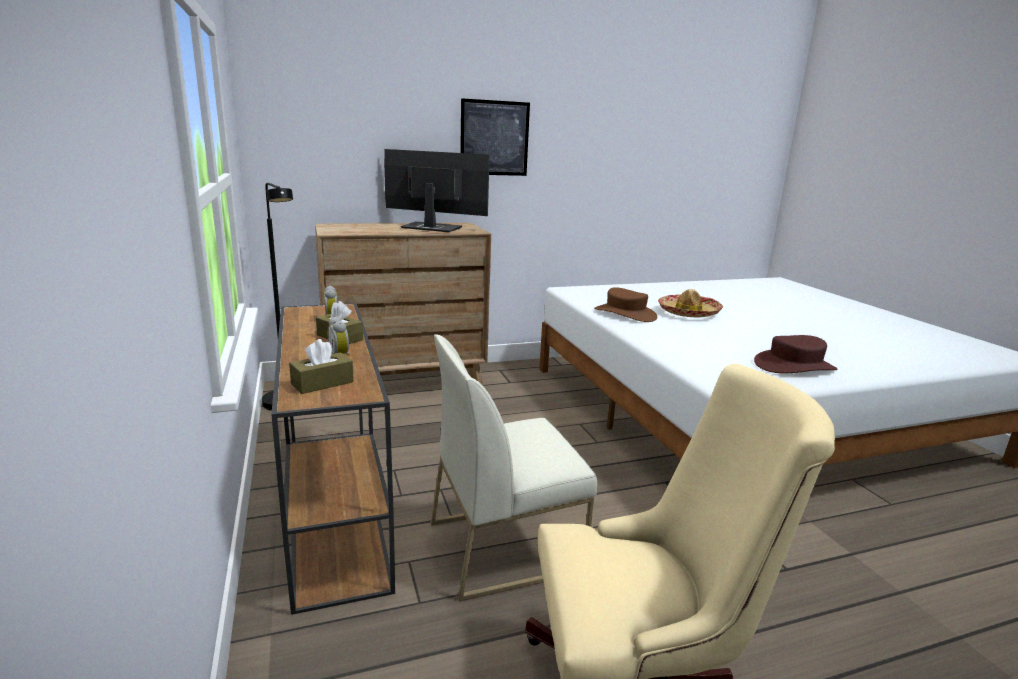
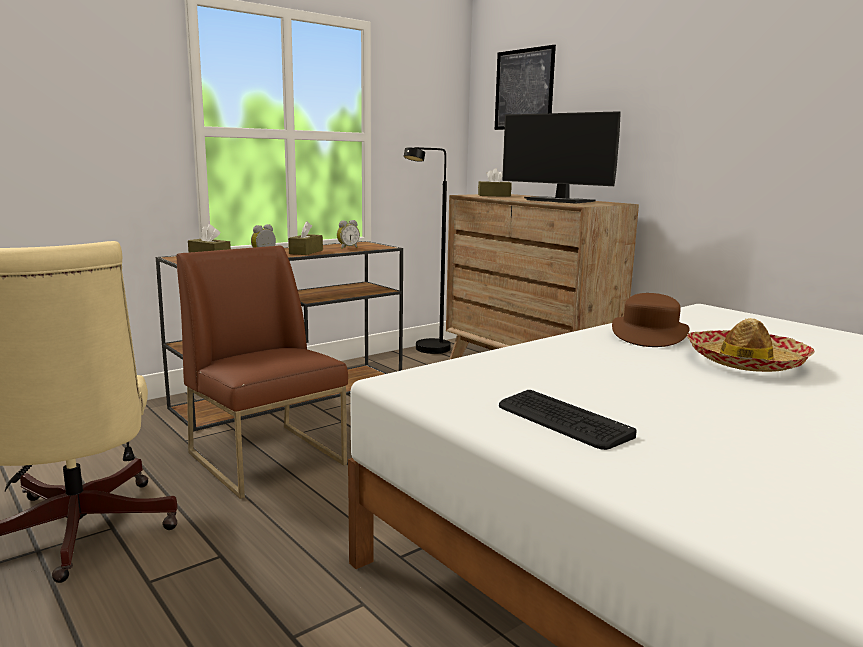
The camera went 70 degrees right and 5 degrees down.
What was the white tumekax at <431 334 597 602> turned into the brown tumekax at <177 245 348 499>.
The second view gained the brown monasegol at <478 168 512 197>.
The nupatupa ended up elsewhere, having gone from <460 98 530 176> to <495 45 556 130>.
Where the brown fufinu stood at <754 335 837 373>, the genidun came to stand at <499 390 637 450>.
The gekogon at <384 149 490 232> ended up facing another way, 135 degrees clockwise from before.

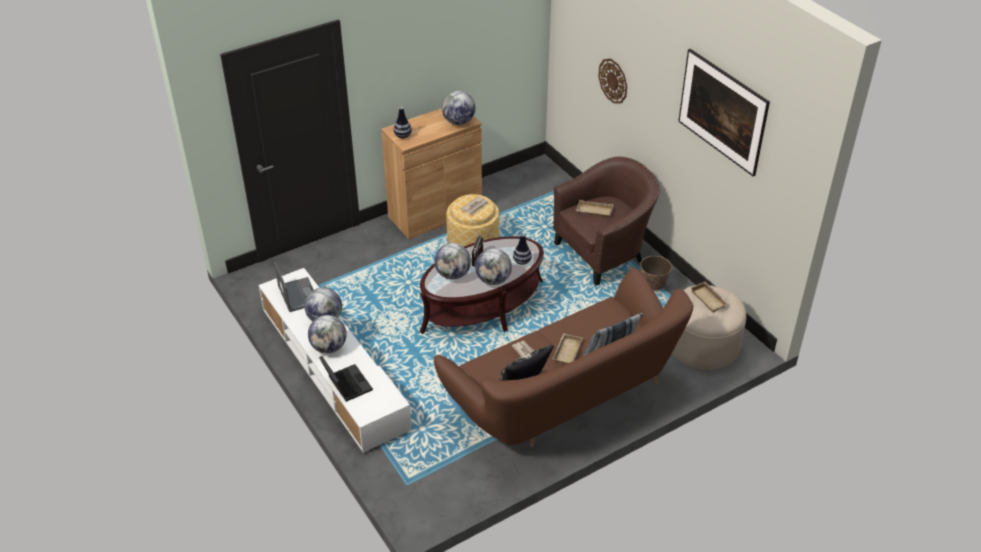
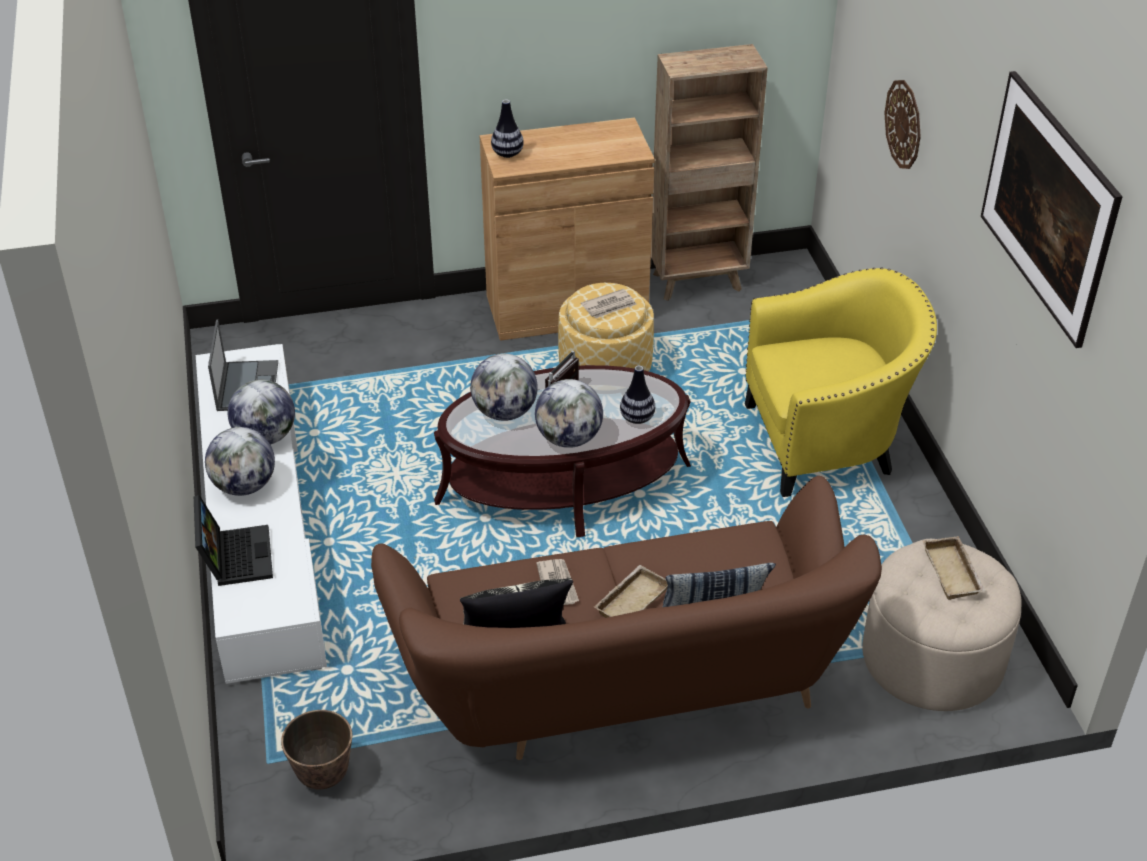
The camera went 20 degrees right and 0 degrees up.
The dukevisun ended up elsewhere, having gone from <640 256 672 291> to <281 710 352 790>.
The second view gained the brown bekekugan at <651 44 768 301>.
What was the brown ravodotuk at <553 156 659 286> turned into the yellow ravodotuk at <745 268 937 497>.
The second view lost the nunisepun at <442 91 475 125>.
The second view lost the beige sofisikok at <576 200 613 218>.

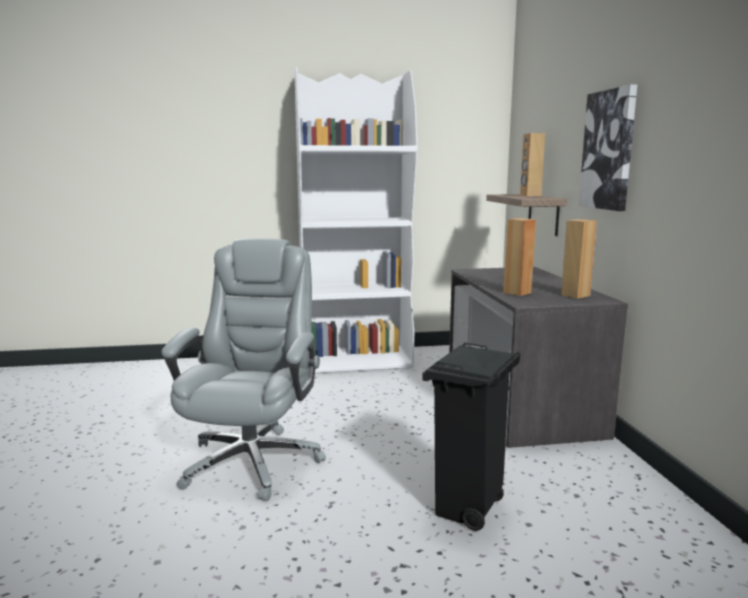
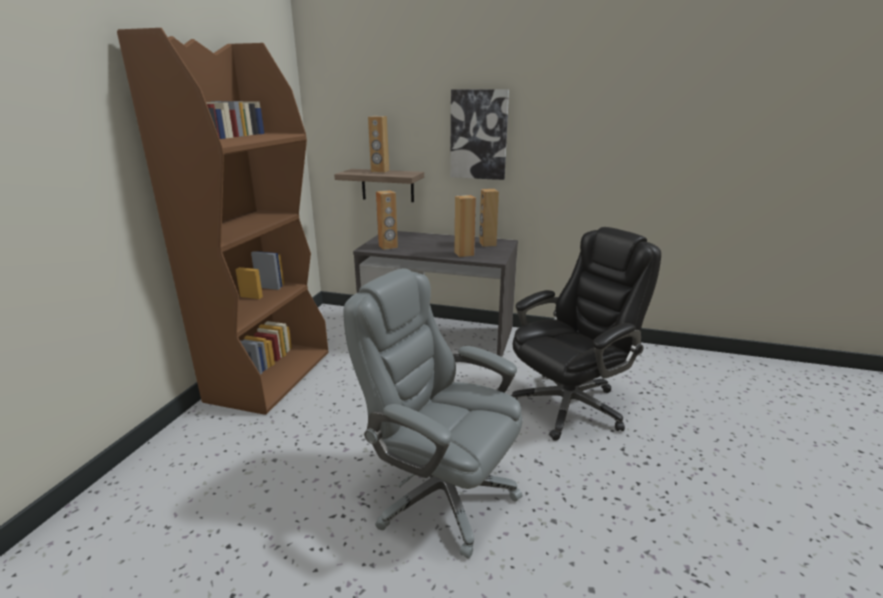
The camera went 65 degrees left and 10 degrees up.
What was the white bekekugan at <295 67 418 373> turned into the brown bekekugan at <117 28 329 415>.
The second view gained the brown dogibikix at <376 190 398 250>.
Where the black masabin stood at <423 342 521 531>, the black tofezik came to stand at <510 227 661 441>.

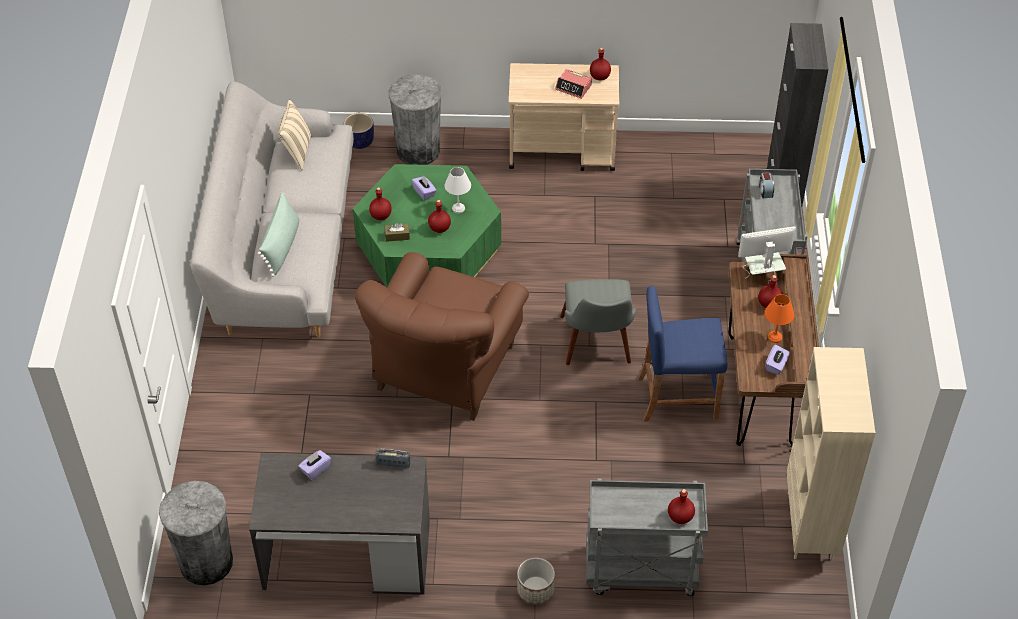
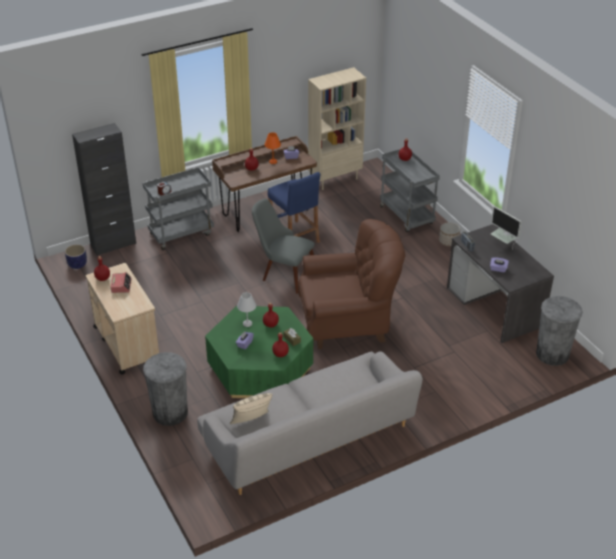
The camera went 120 degrees left and 10 degrees down.
The dukevisun ended up elsewhere, having gone from <344 113 374 149> to <65 244 87 269>.
The grey tumekax at <560 279 636 365> ended up facing another way, 120 degrees counterclockwise from before.
The gekogon ended up elsewhere, having gone from <738 226 796 284> to <491 206 521 250>.
The second view lost the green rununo at <258 192 299 277>.

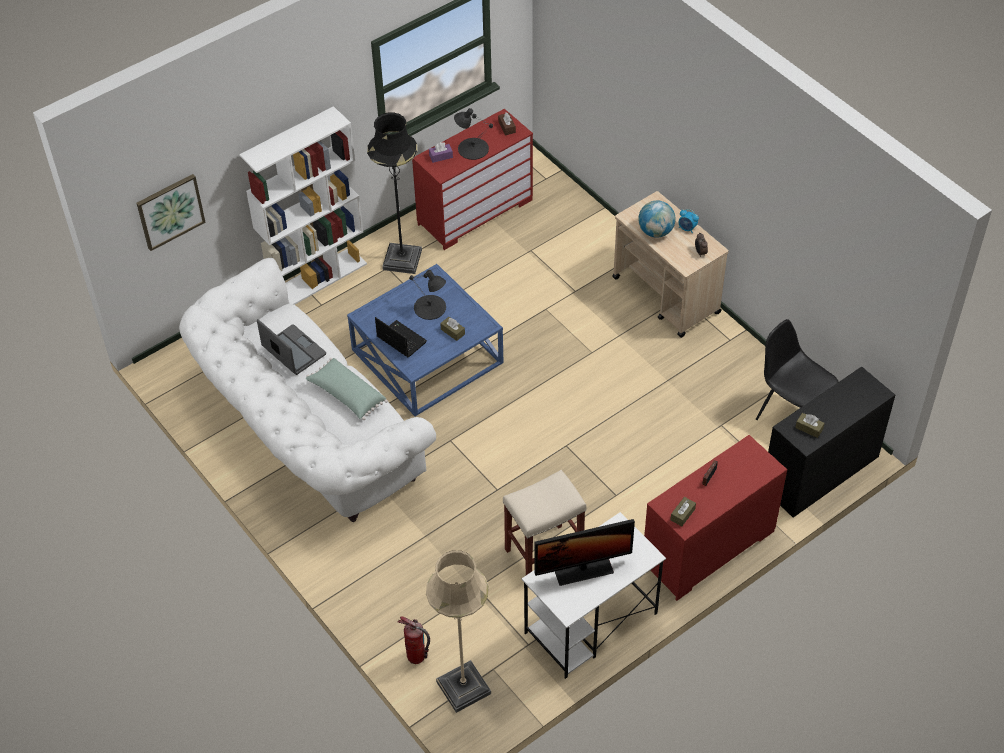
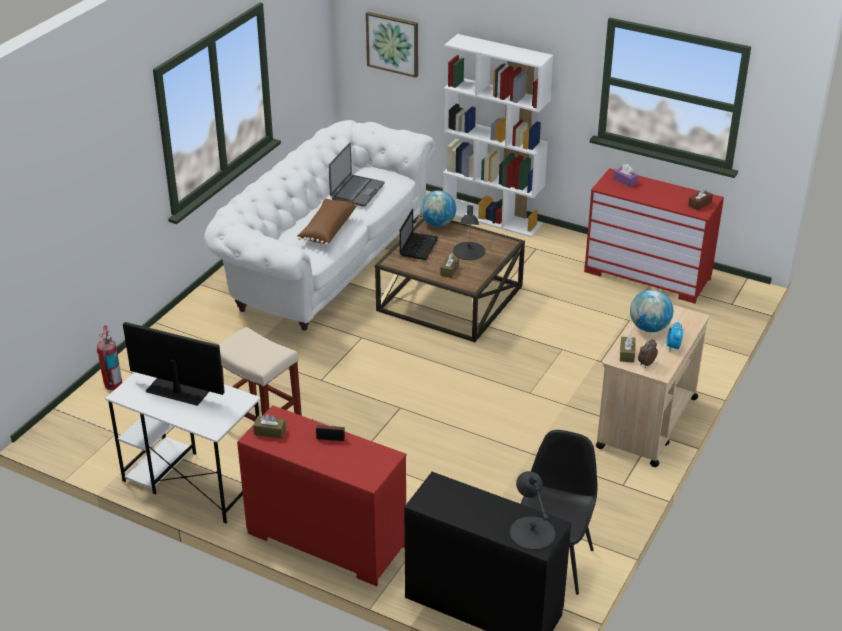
The camera went 65 degrees right and 15 degrees down.
The gekogon at <534 519 635 586> ended up facing another way, 150 degrees clockwise from before.
What was the green rununo at <306 358 388 420> turned into the brown rununo at <297 199 356 245>.
What was the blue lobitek at <347 264 504 416> turned into the brown lobitek at <375 218 525 342>.
The second view gained the nunisepun at <420 190 456 227>.
The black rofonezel ended up elsewhere, having gone from <454 108 493 160> to <510 471 555 550>.
The brown monasegol ended up elsewhere, having gone from <795 413 825 438> to <620 335 636 363>.
The second view lost the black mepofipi at <367 112 422 274>.
The second view lost the beige mepofipi at <426 550 491 713>.

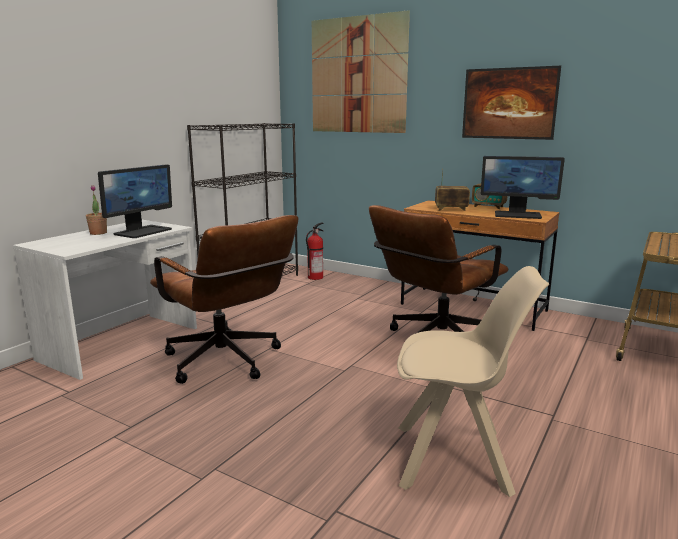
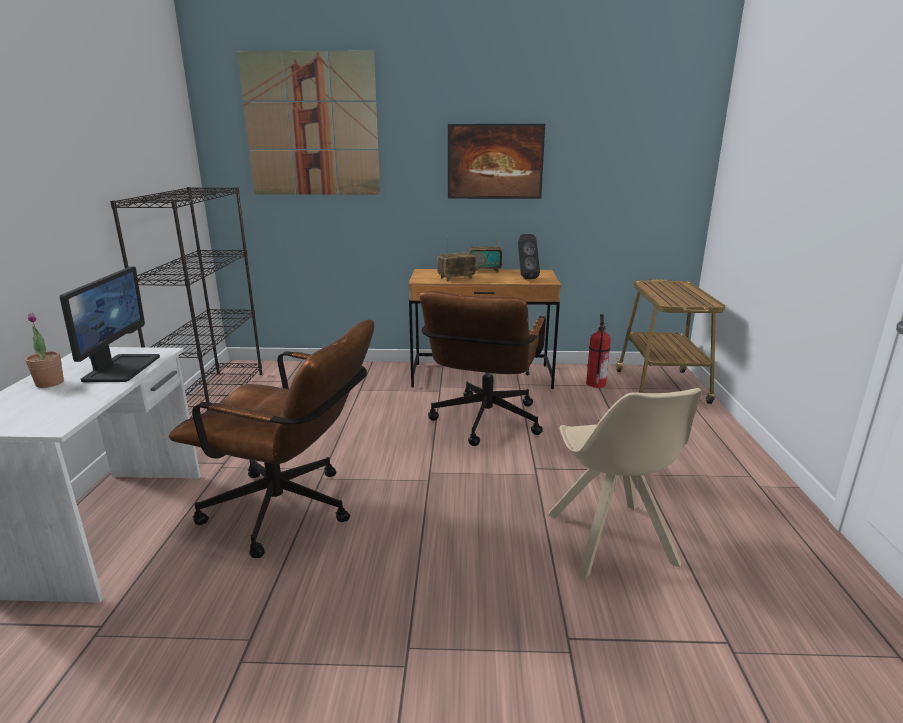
The camera went 30 degrees left and 5 degrees up.
Where the gekogon stood at <481 156 565 219>, the black dogibikix came to stand at <518 234 540 279>.
The beige tumekax at <397 266 549 497> ended up facing another way, 105 degrees clockwise from before.
The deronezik ended up elsewhere, having gone from <306 222 324 280> to <586 314 611 388>.

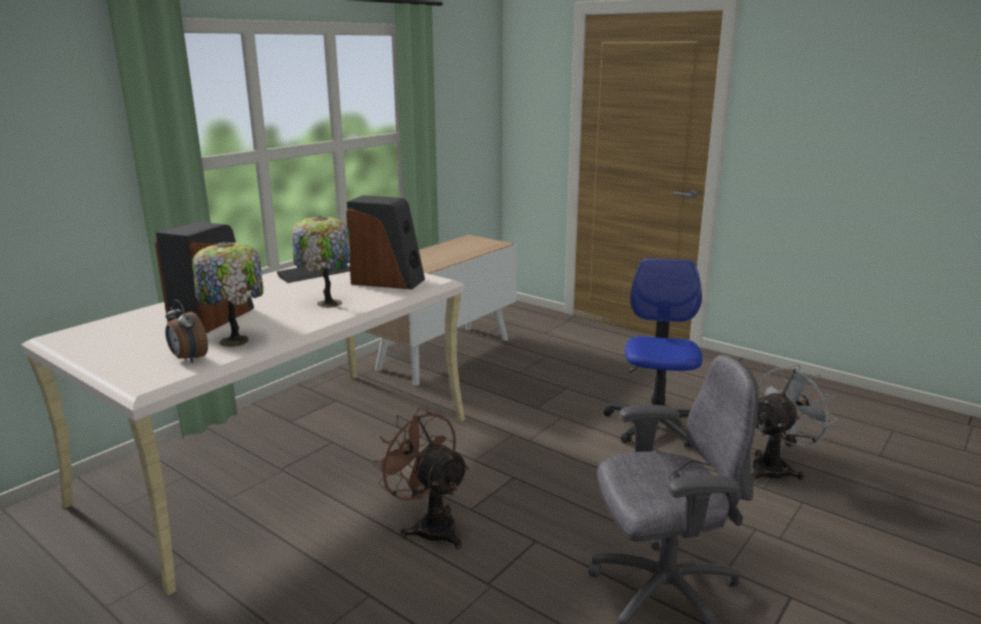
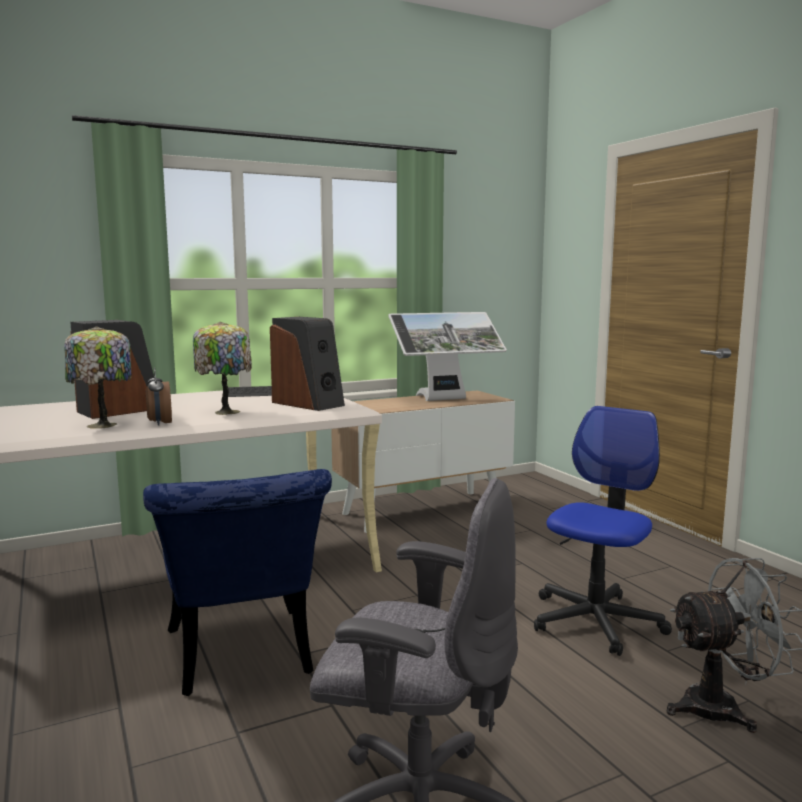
The camera went 25 degrees right and 10 degrees down.
Where the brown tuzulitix stood at <372 407 469 549>, the blue tumekax came to stand at <143 469 332 696>.
The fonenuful ended up elsewhere, having gone from <165 300 208 363> to <146 367 172 426>.
The second view gained the gekogon at <388 312 507 401>.

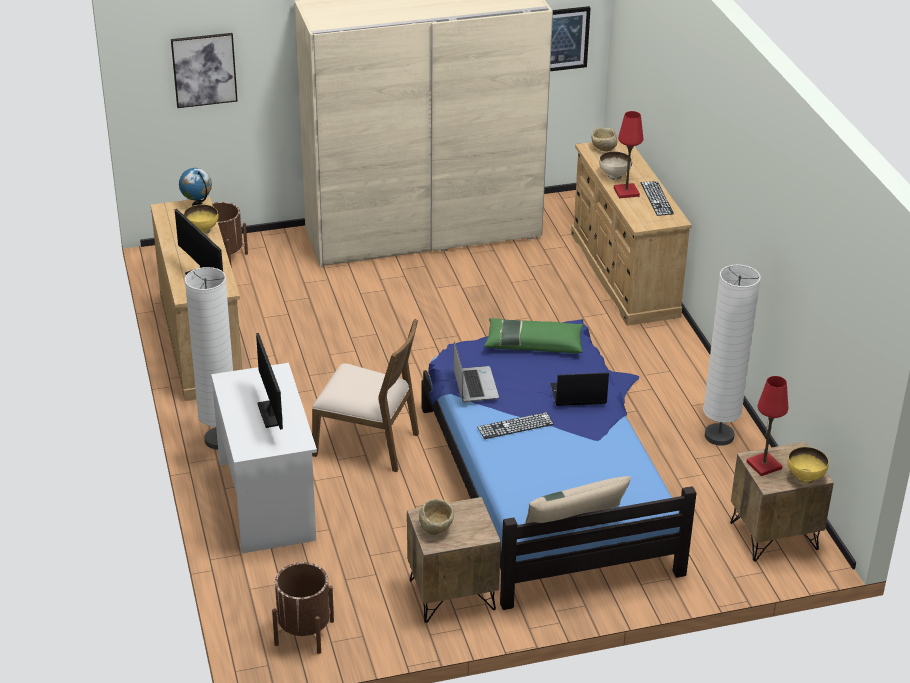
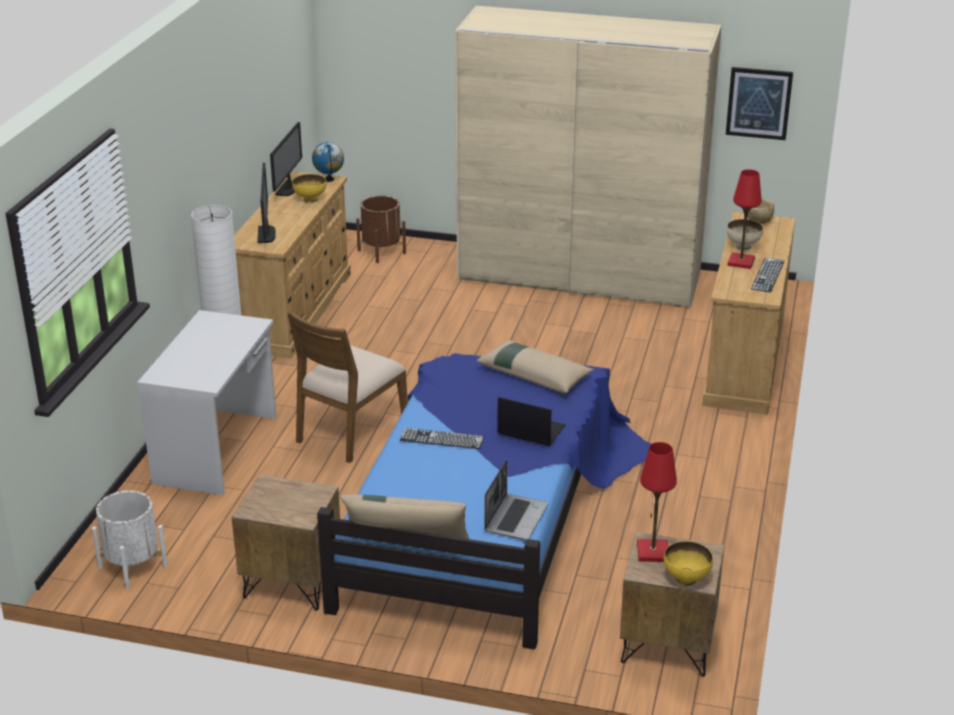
The camera went 30 degrees right and 5 degrees down.
What was the brown dukevisun at <272 562 334 654> turned into the white dukevisun at <92 490 168 589>.
The gekogon ended up elsewhere, having gone from <256 333 283 430> to <270 122 302 196>.
The brown tumekax at <312 319 419 472> ended up facing another way, 75 degrees clockwise from before.
What was the green rununo at <484 318 584 353> turned into the beige rununo at <477 339 594 393>.
The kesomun ended up elsewhere, having gone from <453 341 499 402> to <484 459 548 540>.
The second view lost the nupatupa at <171 33 238 108>.
The second view lost the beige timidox at <419 499 454 535>.
The second view lost the white mepofipi at <703 265 761 446>.

